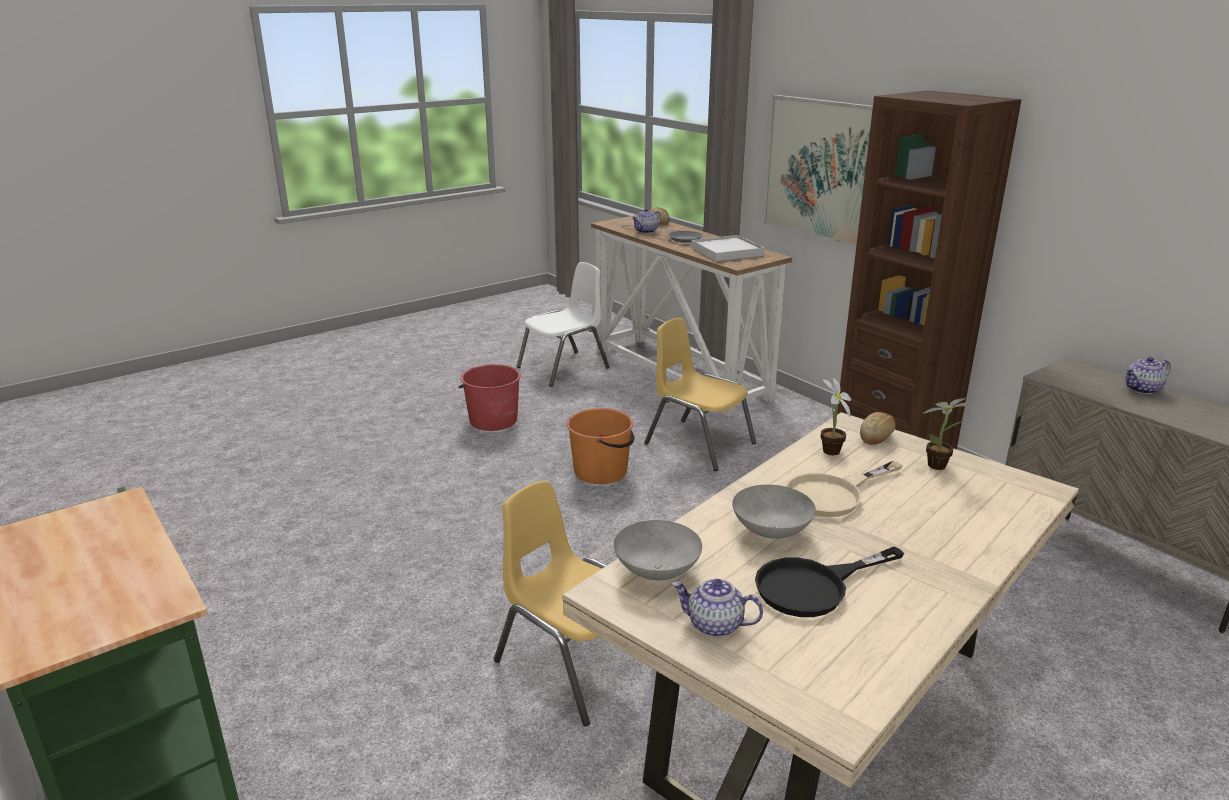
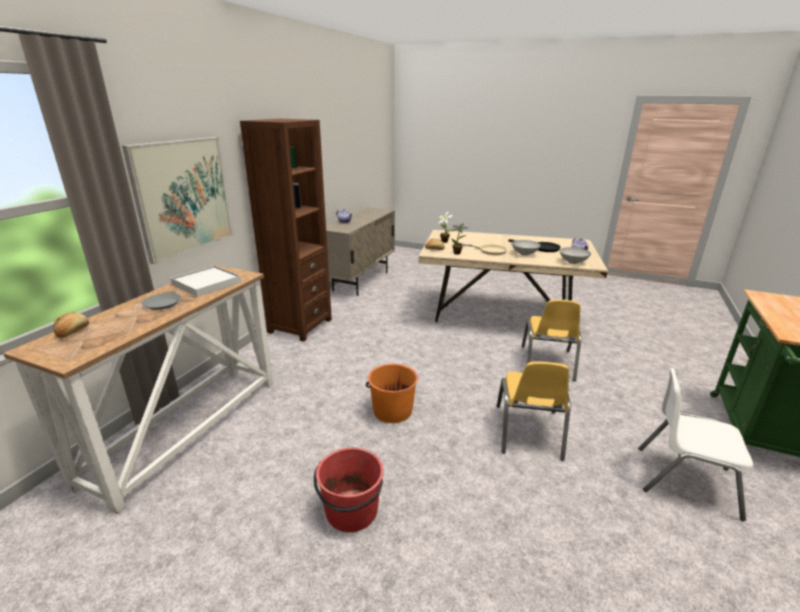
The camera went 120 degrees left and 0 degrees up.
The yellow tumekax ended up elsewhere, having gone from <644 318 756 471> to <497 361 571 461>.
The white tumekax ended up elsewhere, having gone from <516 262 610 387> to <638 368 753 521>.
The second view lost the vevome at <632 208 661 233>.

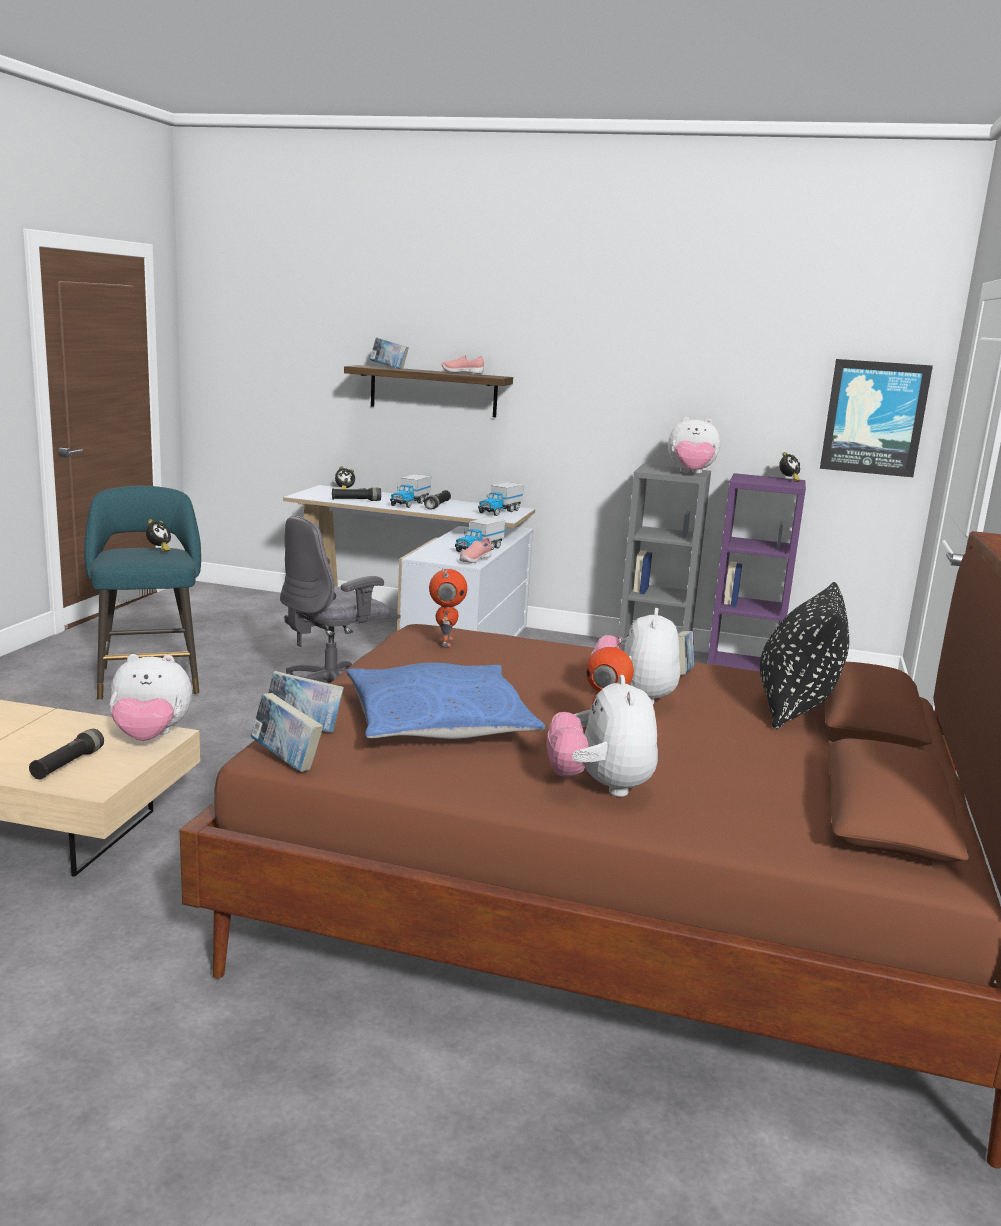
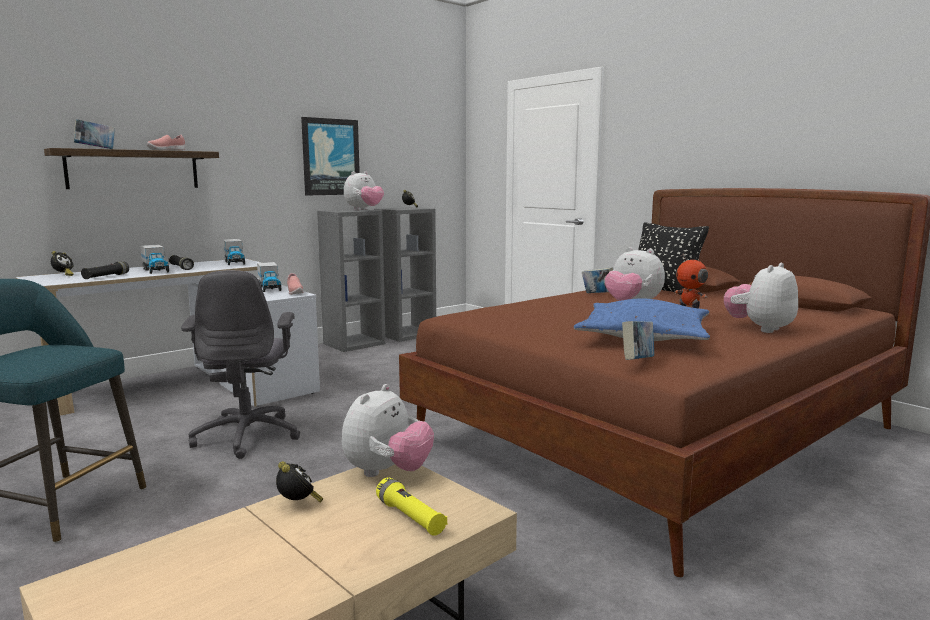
The camera went 55 degrees left and 5 degrees down.
The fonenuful ended up elsewhere, having gone from <146 519 171 552> to <276 461 323 502>.
The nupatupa ended up elsewhere, having gone from <820 359 933 477> to <301 117 360 196>.
What was the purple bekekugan at <707 473 806 671> turned into the grey bekekugan at <374 207 436 342>.
What was the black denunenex at <29 729 104 780> turned into the yellow denunenex at <376 478 447 536>.
The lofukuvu at <546 675 658 797> ended up facing another way, 105 degrees clockwise from before.
The second view lost the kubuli at <250 693 323 772>.
The second view lost the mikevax at <429 568 467 647>.

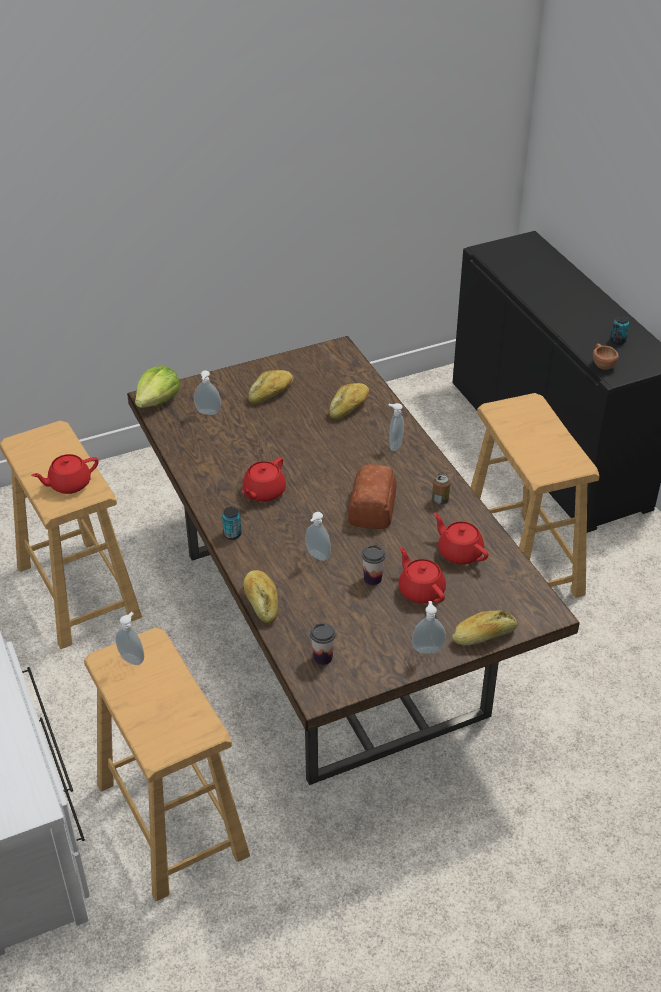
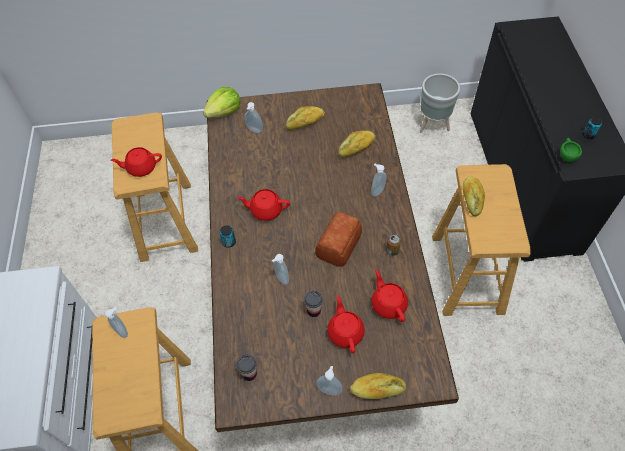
The camera went 20 degrees right and 15 degrees up.
The red vevome at <242 457 286 502> ended up facing another way, 45 degrees clockwise from before.
The second view gained the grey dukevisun at <420 73 460 133>.
The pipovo ended up elsewhere, having gone from <243 570 278 624> to <463 177 485 216>.
What was the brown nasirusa at <593 343 619 370> turned into the green nasirusa at <560 138 582 162>.

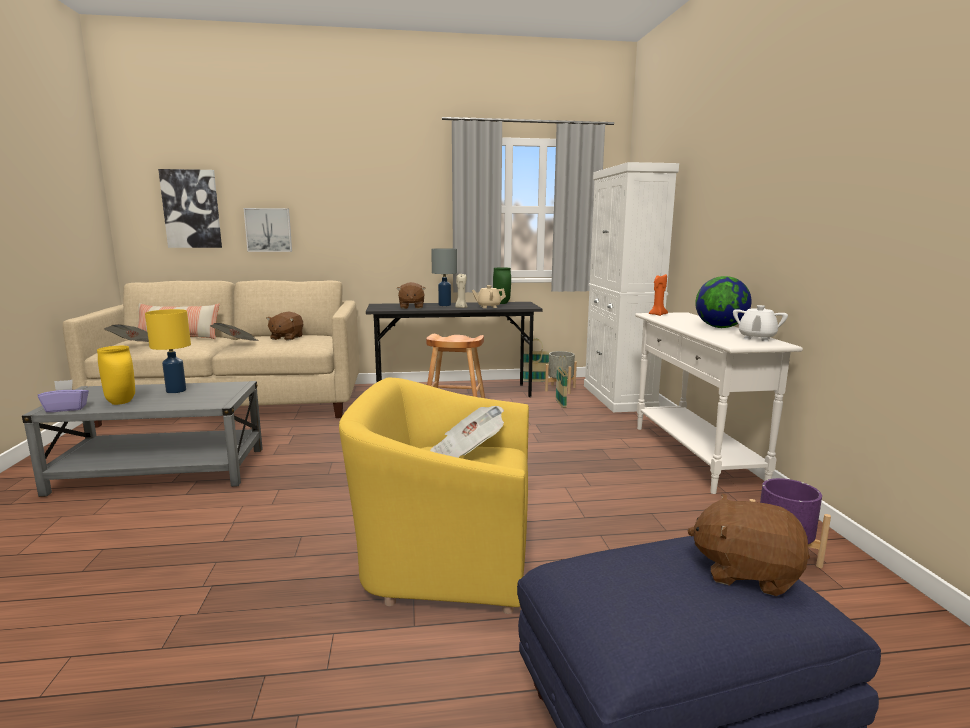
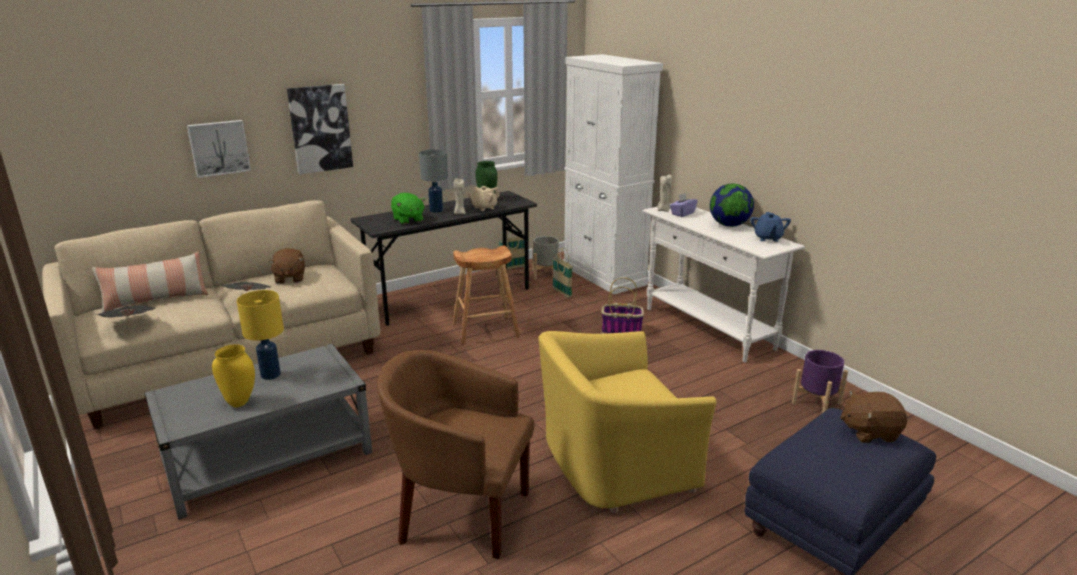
The camera went 25 degrees left and 10 degrees up.
The nupatupa ended up elsewhere, having gone from <158 169 222 248> to <287 84 353 174>.
The second view gained the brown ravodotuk at <377 350 535 559>.
What was the brown lofukuvu at <397 282 426 309> turned into the green lofukuvu at <391 193 425 224>.
The second view gained the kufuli at <602 277 644 334>.
What was the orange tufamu at <649 274 668 316> turned into the beige tufamu at <657 175 672 212>.
The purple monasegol ended up elsewhere, having gone from <38 380 89 413> to <670 193 698 217>.
What was the white vevome at <733 305 788 341> turned into the blue vevome at <750 212 791 242>.
The second view lost the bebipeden at <430 406 504 458>.

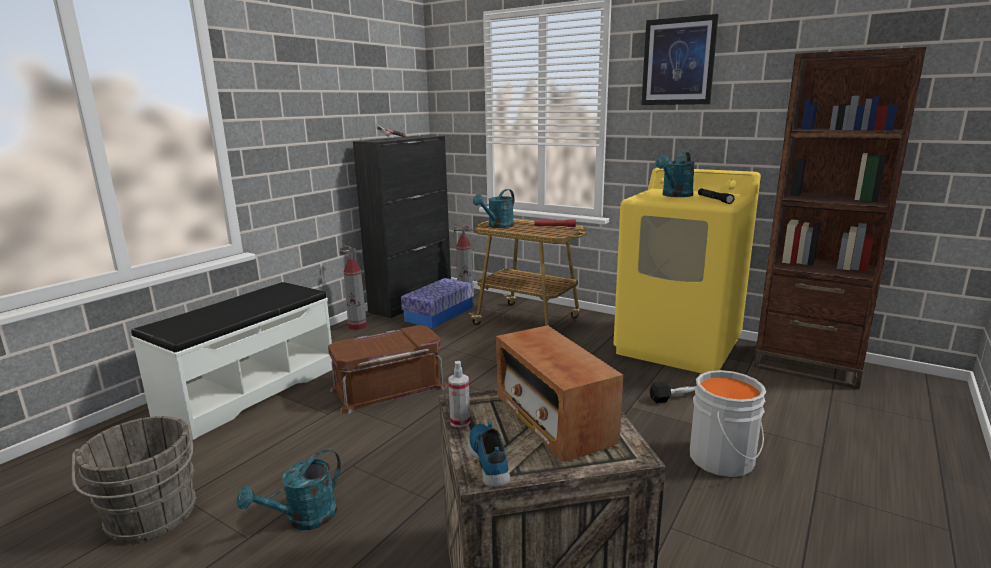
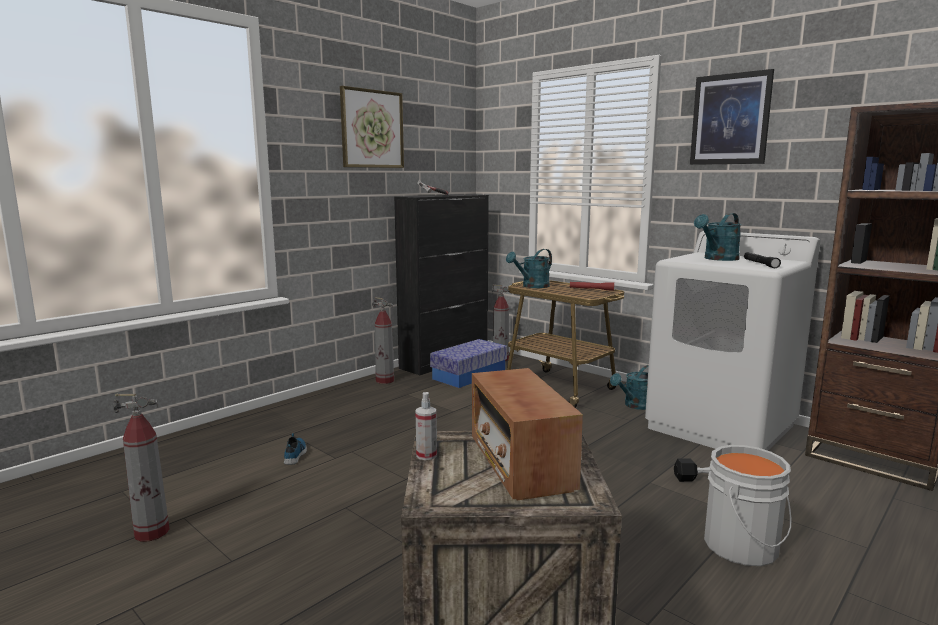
The camera went 10 degrees right and 5 degrees down.
Where the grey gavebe stood at <72 416 197 543>, the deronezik came to stand at <113 393 169 542>.
The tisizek ended up elsewhere, having gone from <468 421 510 487> to <284 433 307 465>.
The second view gained the nupatupa at <340 86 404 168>.
The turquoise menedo ended up elsewhere, having gone from <237 448 341 530> to <610 365 649 410>.
What was the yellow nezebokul at <613 168 761 374> turned into the white nezebokul at <645 231 820 451>.
The second view lost the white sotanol at <131 282 332 440>.
The second view lost the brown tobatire at <328 325 447 414>.

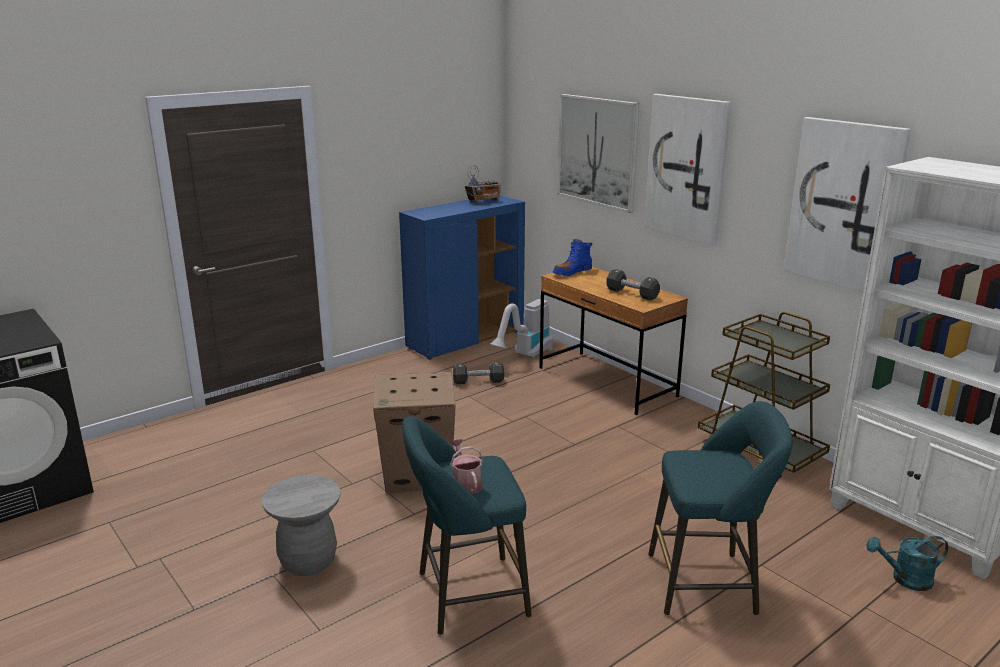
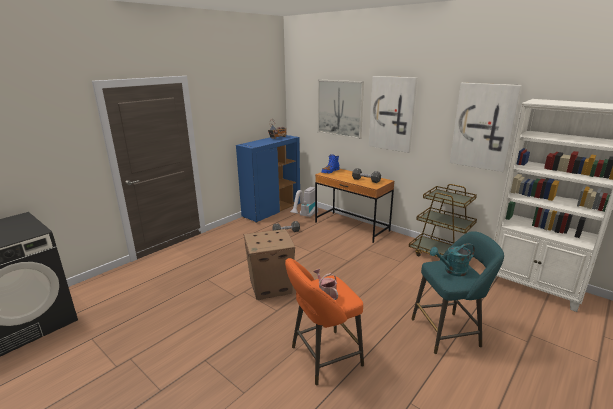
The camera went 10 degrees left and 0 degrees up.
What was the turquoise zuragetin at <402 416 532 635> turned into the orange zuragetin at <285 258 364 385>.
The turquoise menedo ended up elsewhere, having gone from <866 536 948 591> to <430 243 475 277>.
The second view lost the grey zuragetin at <262 475 341 576>.

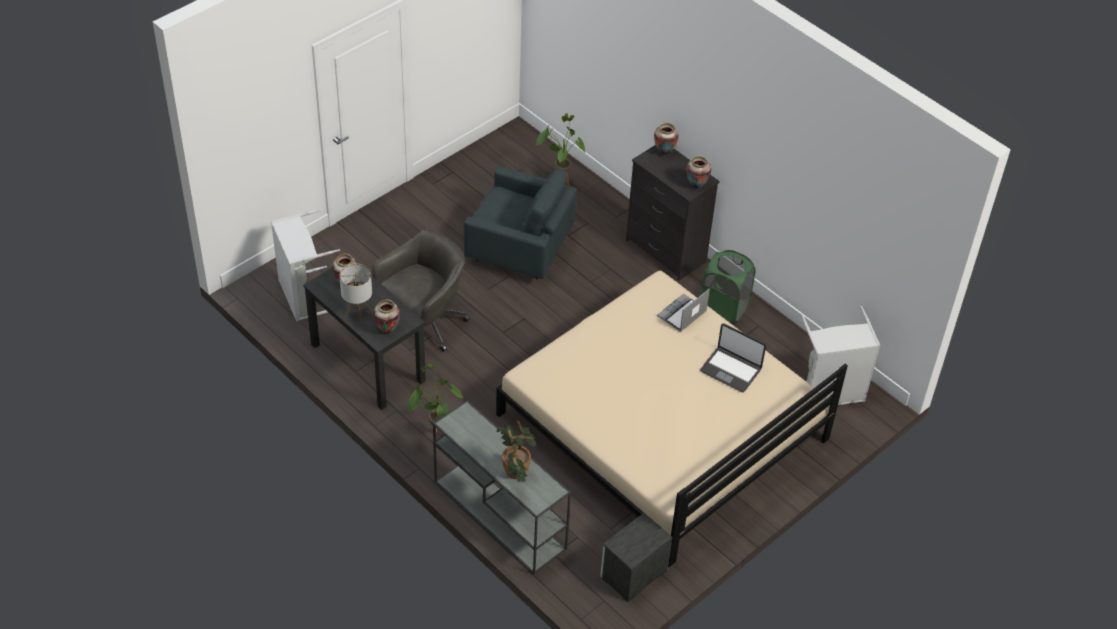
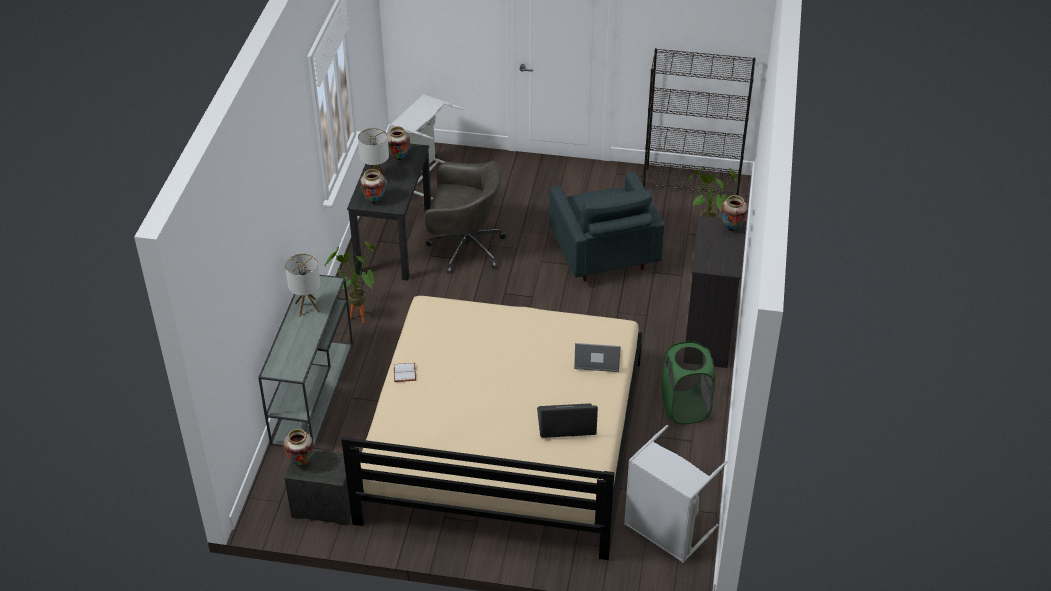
The camera went 55 degrees right and 5 degrees down.
The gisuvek ended up elsewhere, having gone from <686 156 711 189> to <283 429 313 466>.
The second view gained the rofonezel at <285 253 321 317>.
The second view gained the white kubuli at <394 363 416 382>.
The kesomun at <700 323 766 392> ended up facing another way, 90 degrees clockwise from before.
The second view gained the black bekekugan at <643 48 756 196>.
The second view lost the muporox at <496 421 536 483>.

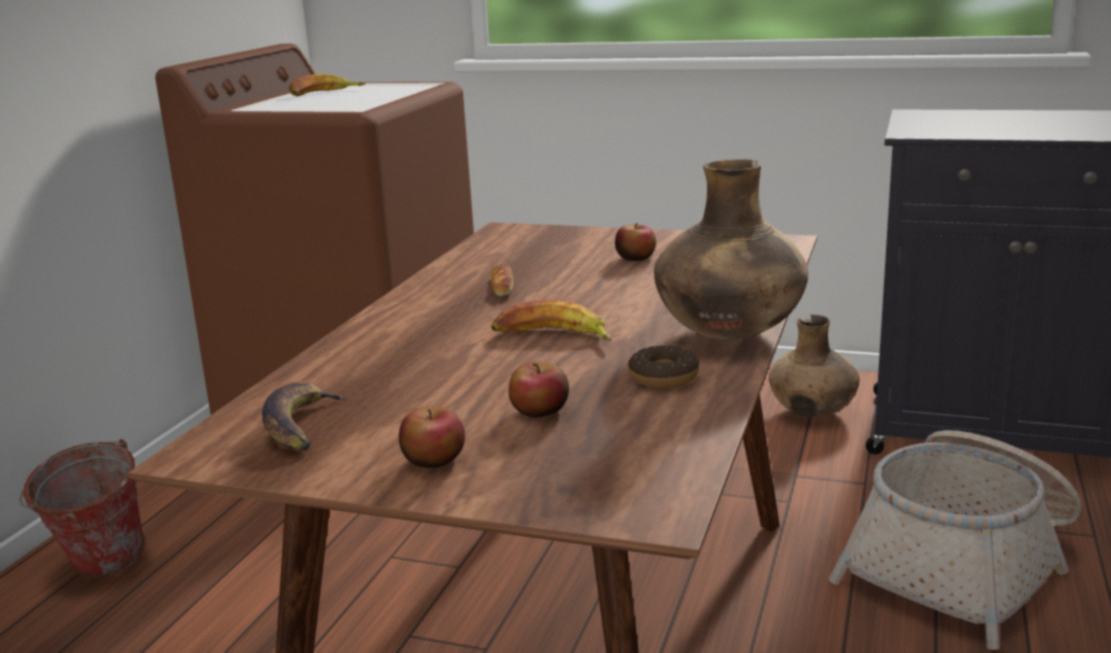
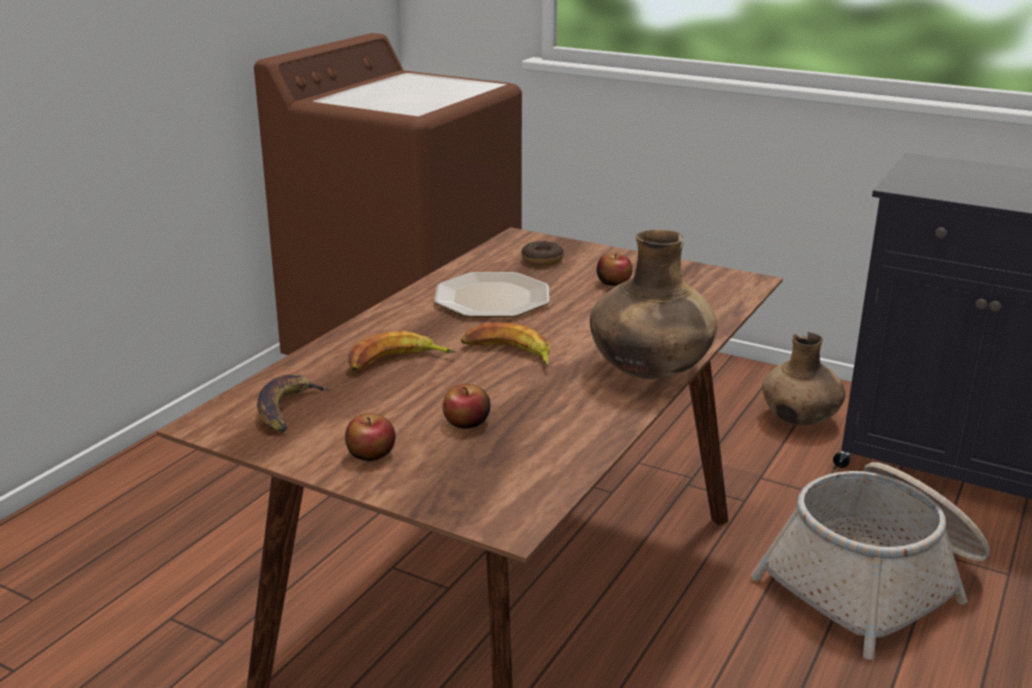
The camera went 10 degrees right and 5 degrees up.
The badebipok ended up elsewhere, having gone from <288 74 366 96> to <347 331 456 371>.
Where the pipovo stood at <490 264 513 297>, the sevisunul came to stand at <434 272 549 317>.
The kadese ended up elsewhere, having gone from <628 345 699 388> to <521 241 564 266>.
The second view lost the gavebe at <19 439 145 577>.

